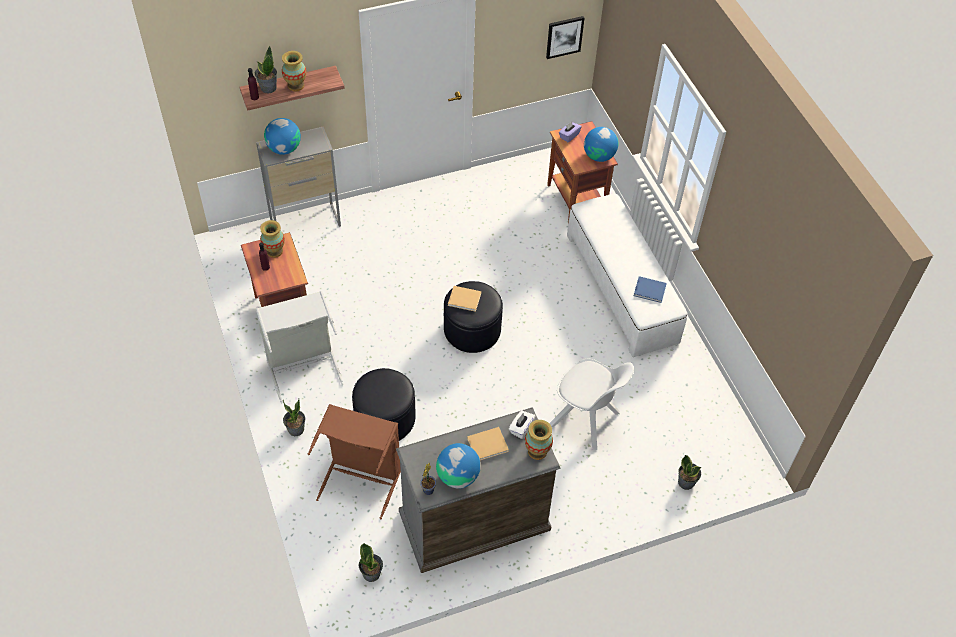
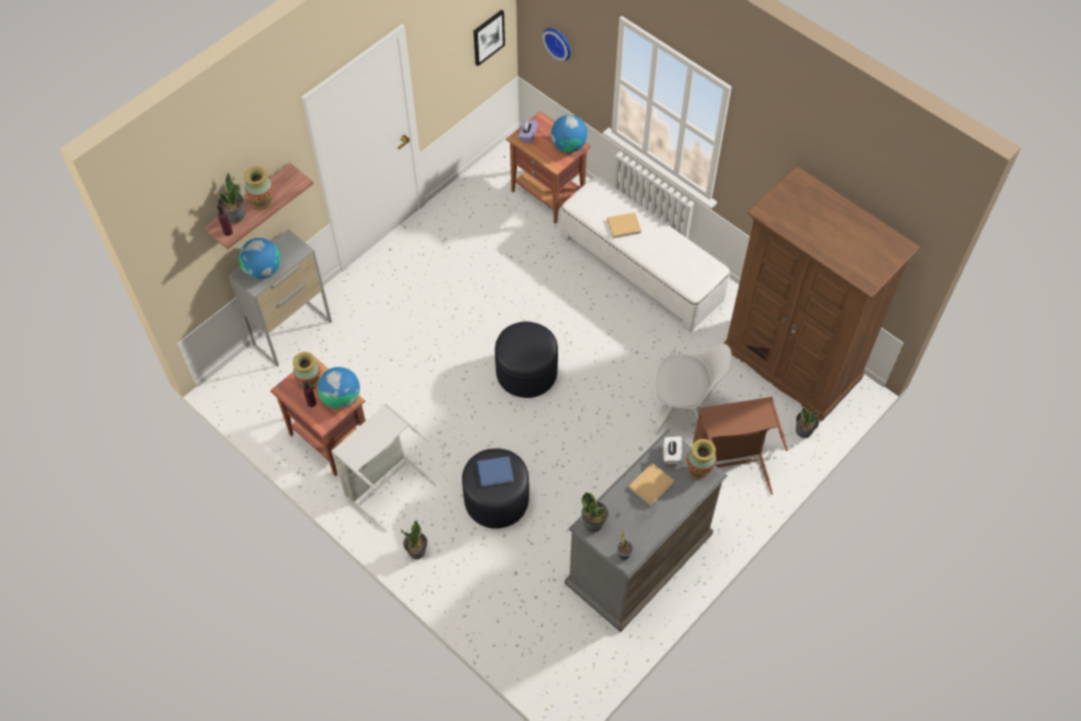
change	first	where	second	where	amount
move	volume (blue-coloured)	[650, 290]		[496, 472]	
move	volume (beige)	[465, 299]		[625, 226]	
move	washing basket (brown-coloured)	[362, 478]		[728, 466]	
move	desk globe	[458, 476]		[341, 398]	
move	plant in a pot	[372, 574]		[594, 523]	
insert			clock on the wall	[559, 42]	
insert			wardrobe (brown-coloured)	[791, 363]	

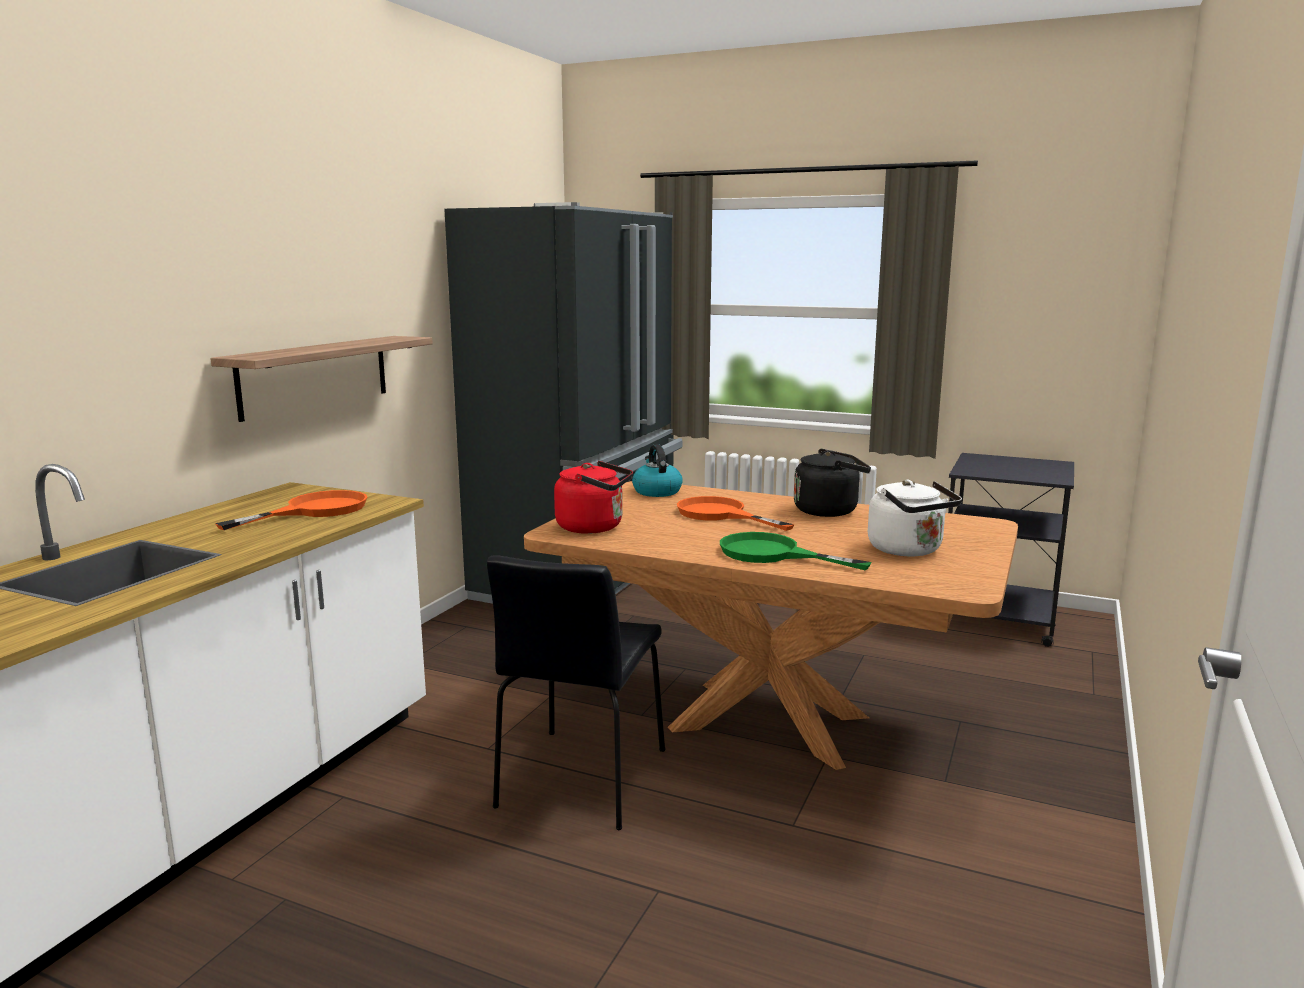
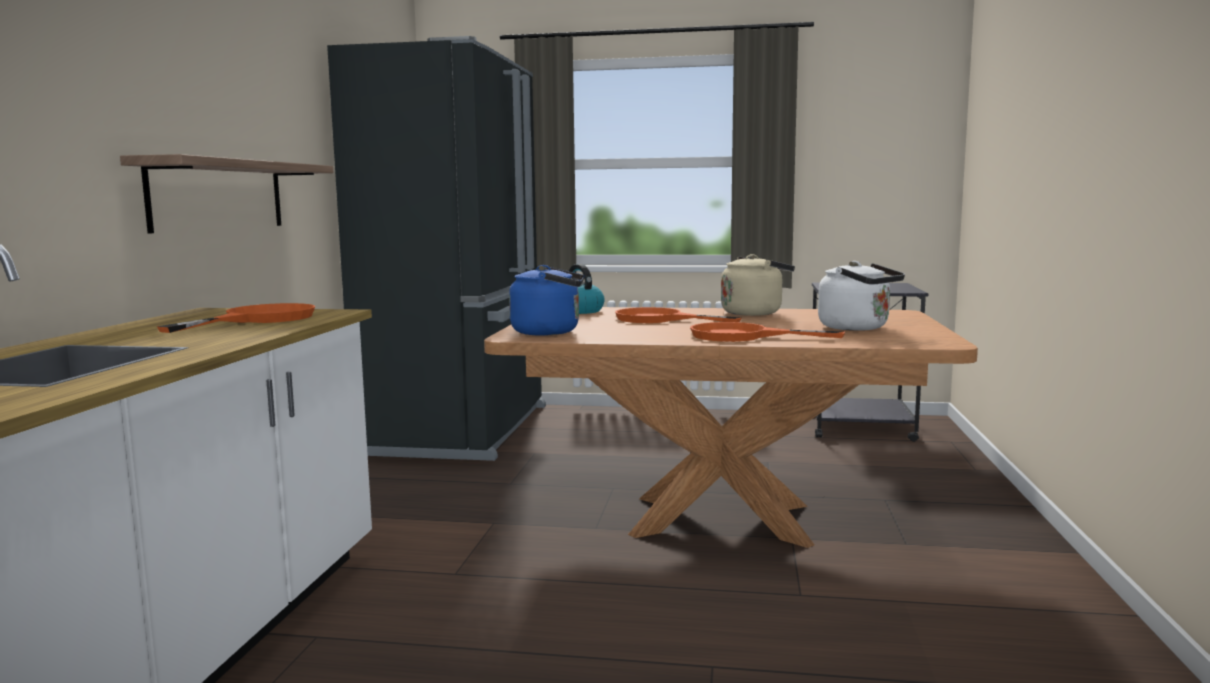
change	first	where	second	where	amount
recolor	kettle (black)	[829, 511]	kettle (beige)	[754, 313]	
recolor	kettle (red-coloured)	[594, 527]	kettle (blue-coloured)	[550, 332]	
recolor	skillet (green)	[772, 554]	skillet (orange-coloured)	[743, 336]	
delete	chair (black)	[580, 781]			

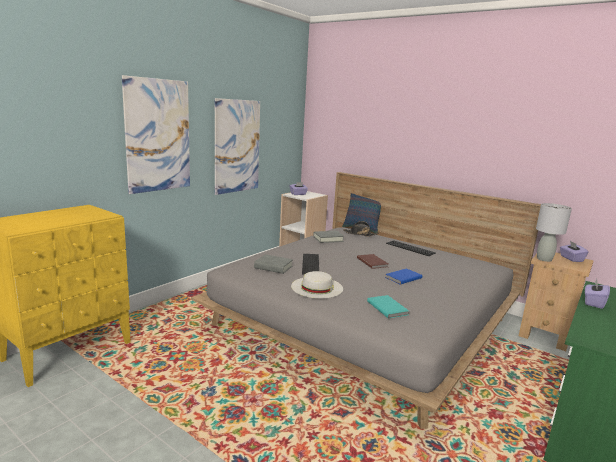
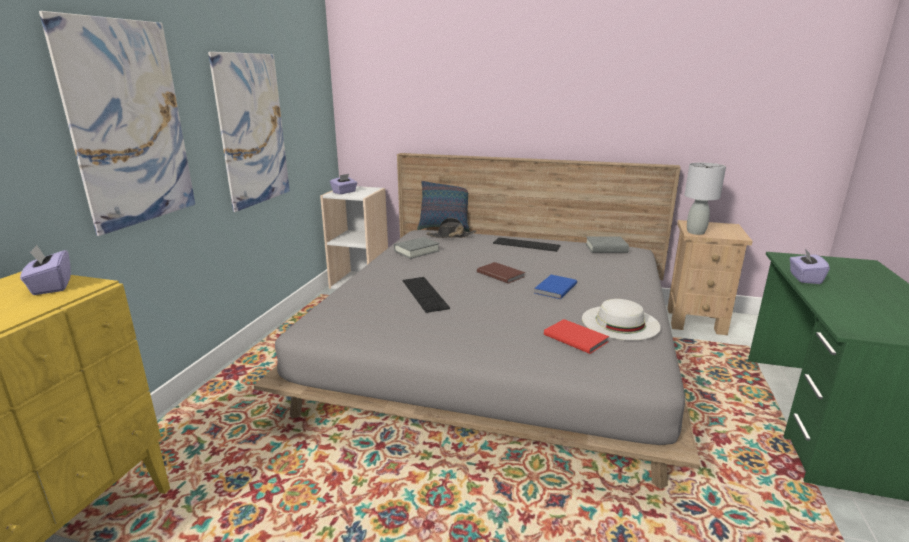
change	first	where	second	where	amount
move	tissue box (purple)	[571, 259]		[51, 286]	
move	volume (greyish)	[273, 267]		[606, 248]	
move	clothing hat (white)	[317, 287]		[620, 322]	
recolor	volume (turquoise-coloured)	[388, 308]	volume (red-coloured)	[575, 337]	

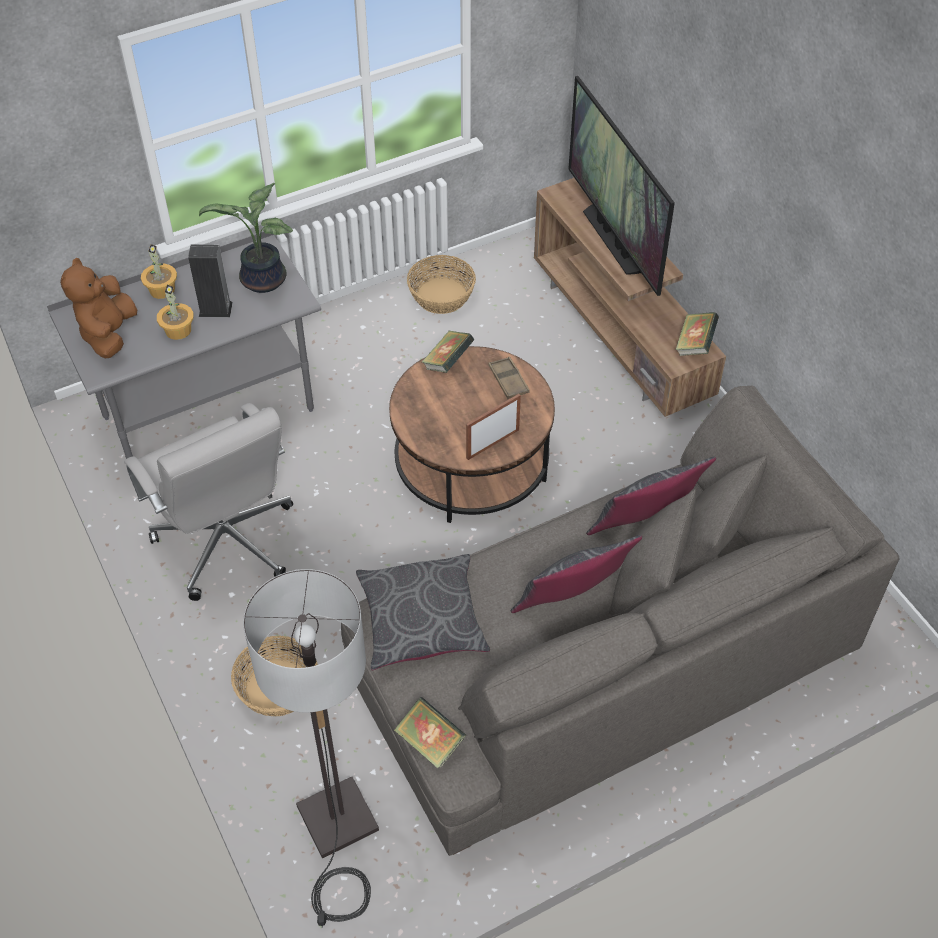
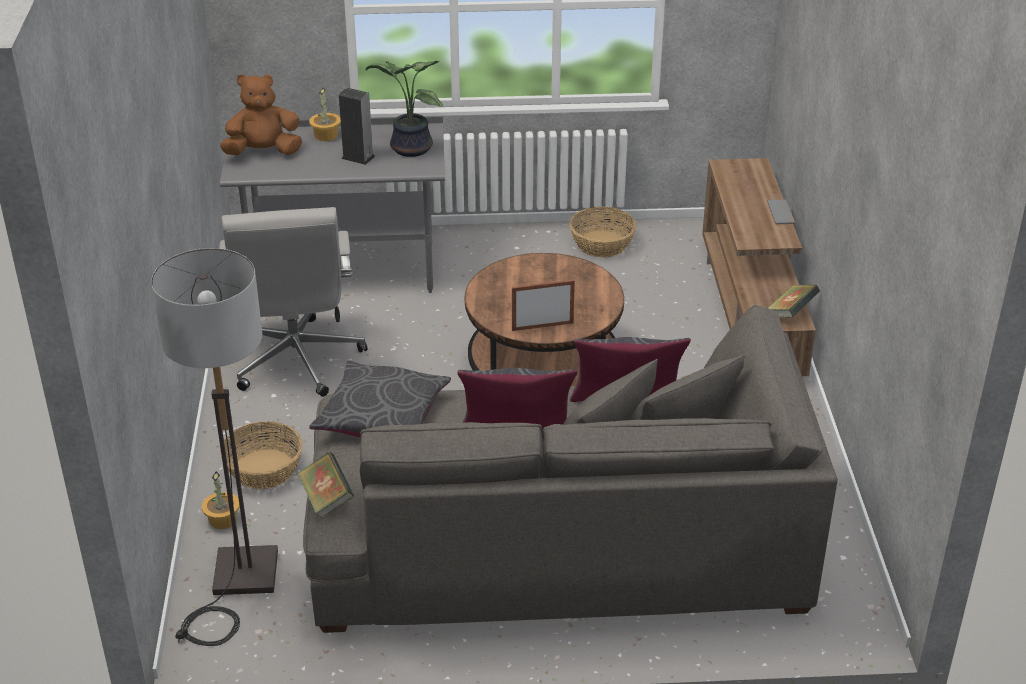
change	first	where	second	where	amount
delete	TV	[614, 239]			
rotate	plush toy (brown-coloured)	[108, 334]		[263, 152]	45 degrees clockwise
move	plant in a pot	[178, 330]		[223, 519]	
delete	volume	[448, 362]			
delete	serving tray (brown-coloured)	[508, 381]			

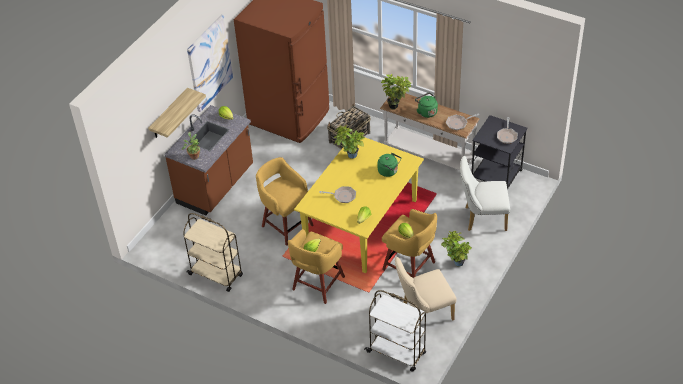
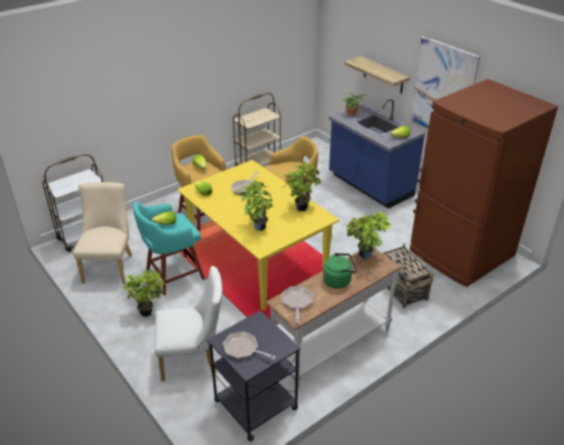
change	first	where	second	where	amount
recolor	kitchen base unit (brown-coloured)	[216, 186]	kitchen base unit (blue-coloured)	[369, 186]	
replace	kettle (green)	[389, 171]	plant in a pot	[257, 226]	
rotate	chair (white)	[482, 218]		[194, 359]	60 degrees clockwise
recolor	stool (yellow-coloured)	[410, 267]	stool (turquoise-coloured)	[173, 275]	

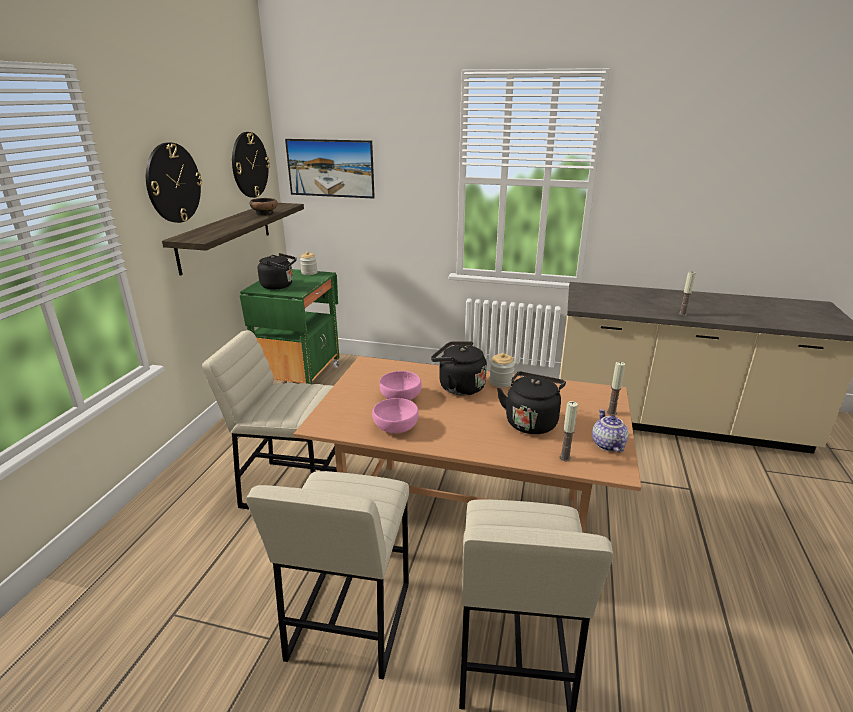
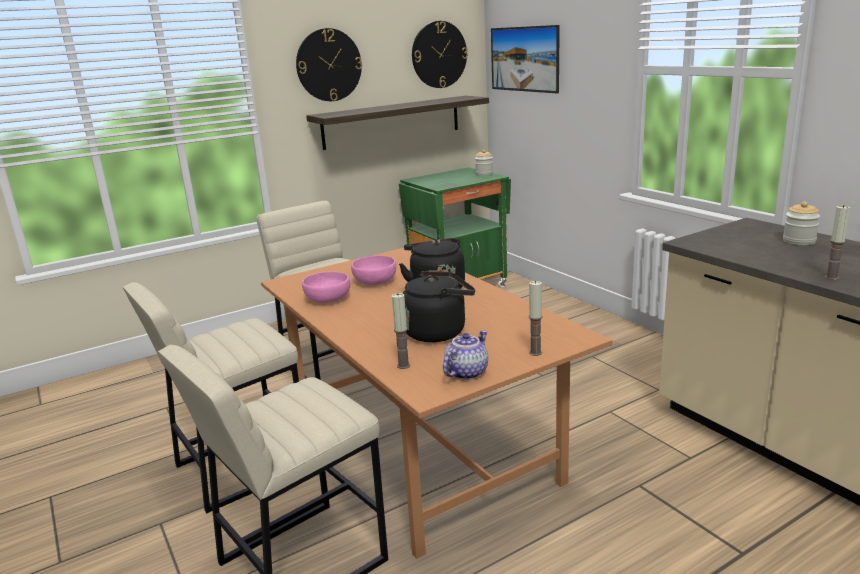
change	first	where	second	where	amount
delete	bowl	[265, 214]			
delete	kettle (black)	[279, 286]			
move	storage jar	[501, 382]		[799, 241]	

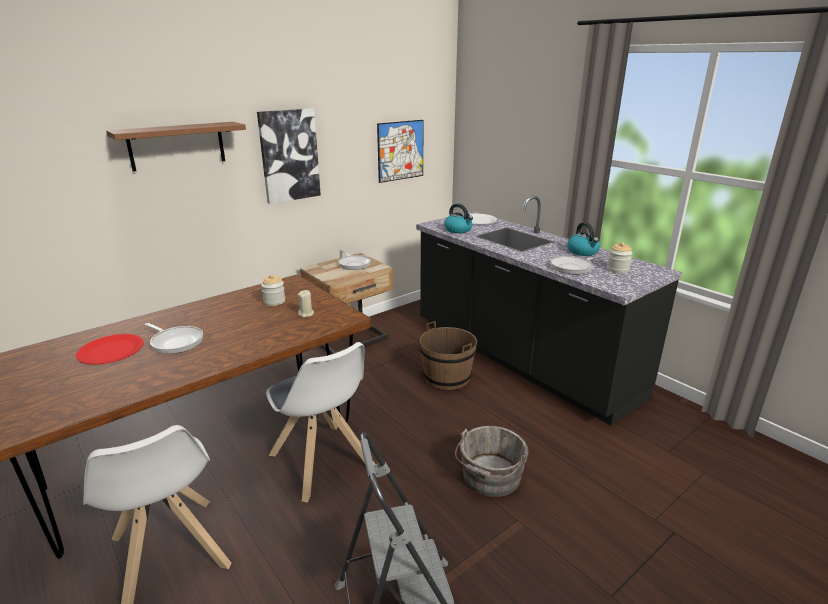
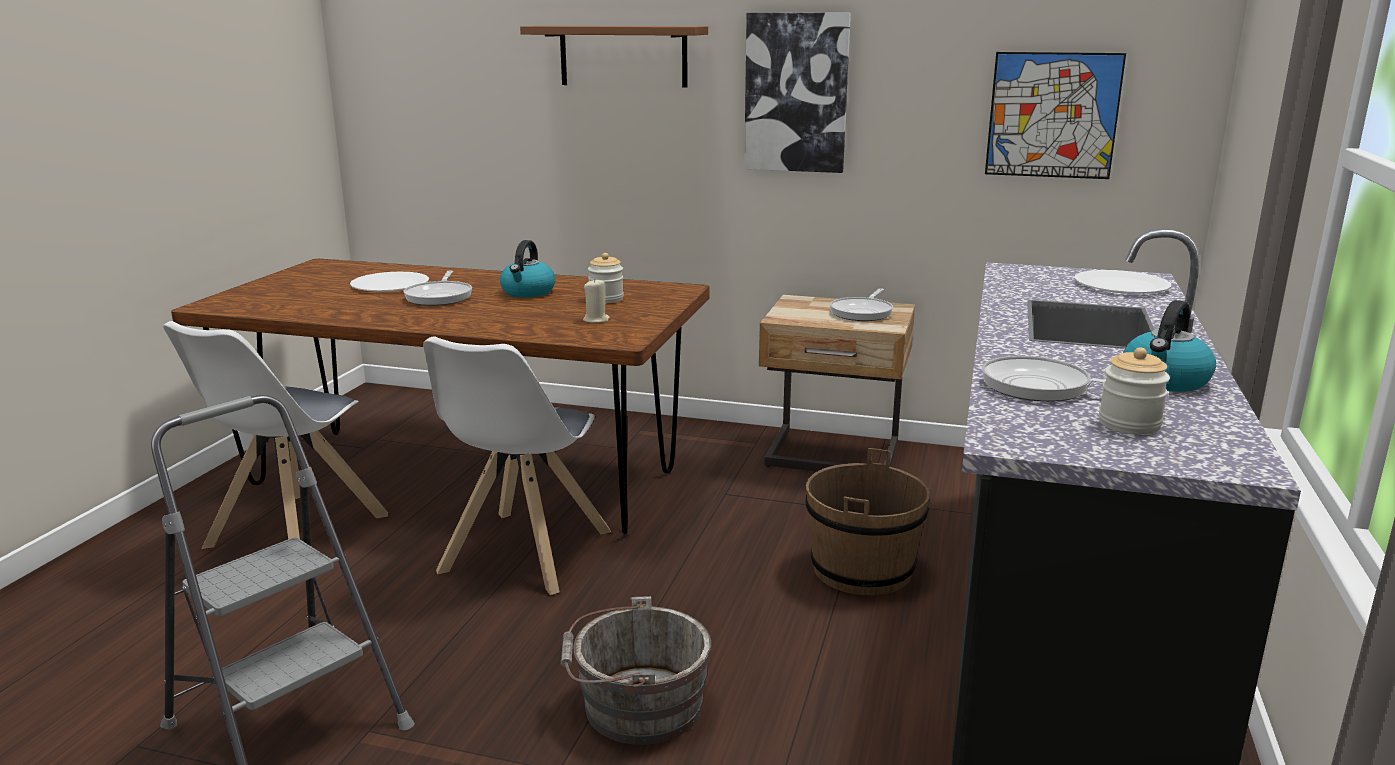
change	first	where	second	where	amount
move	kettle	[458, 230]		[528, 292]	
recolor	dinner plate (red-coloured)	[111, 351]	dinner plate (white)	[390, 284]	

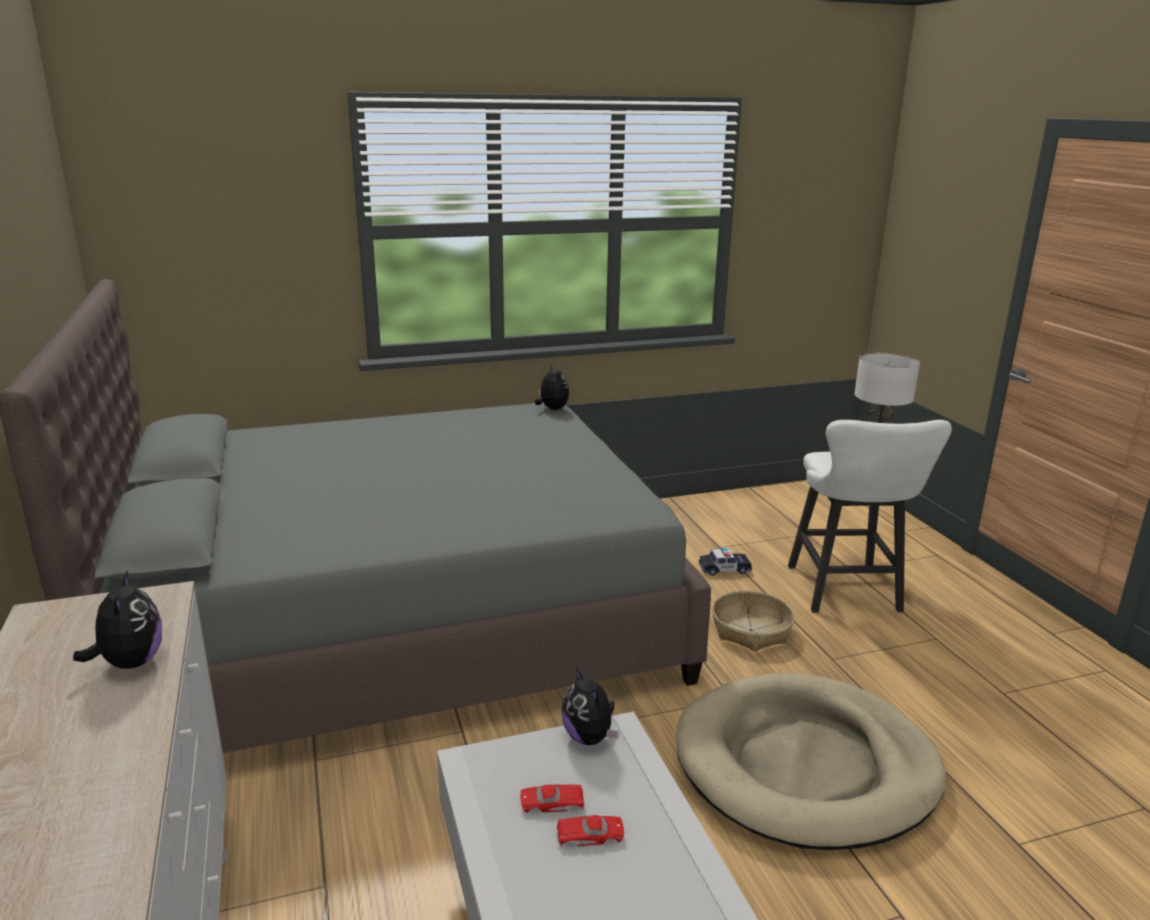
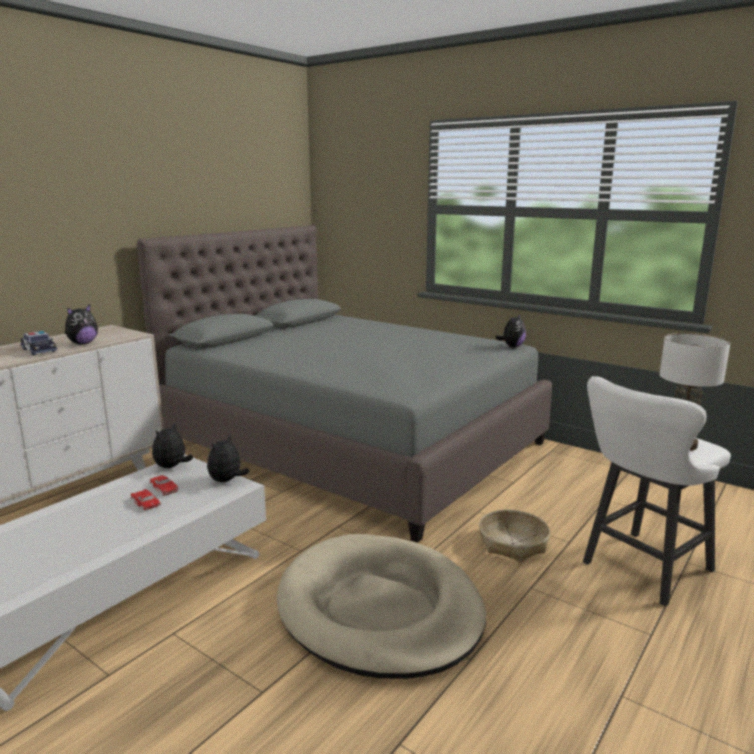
change	first	where	second	where	amount
move	toy car	[724, 569]		[39, 350]	
insert			plush toy	[172, 467]	

